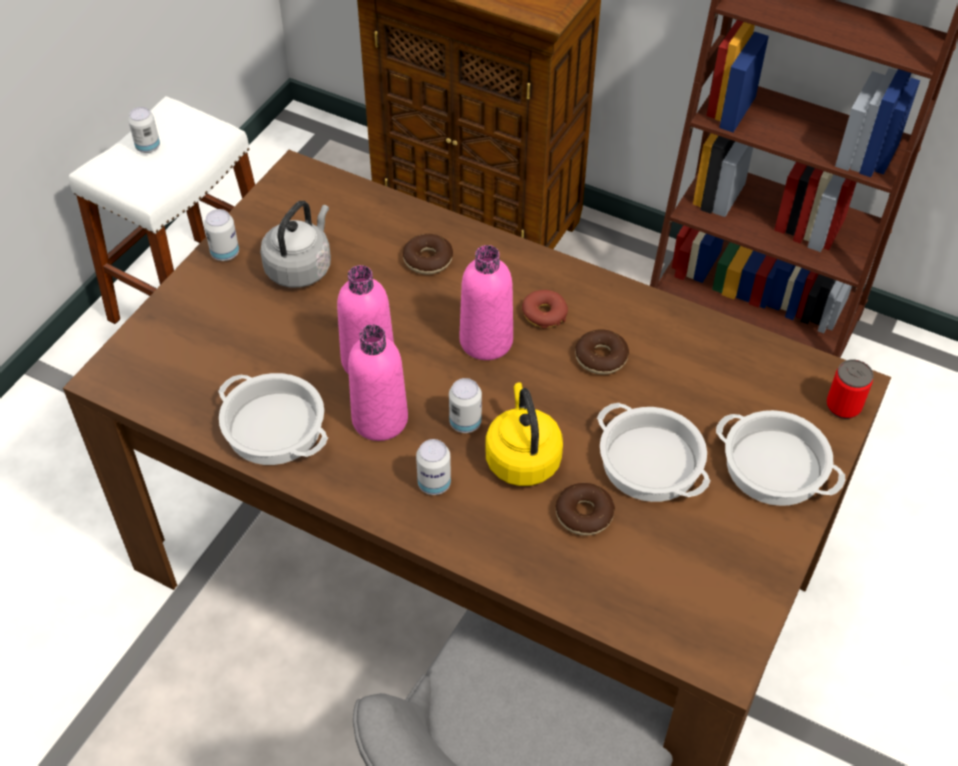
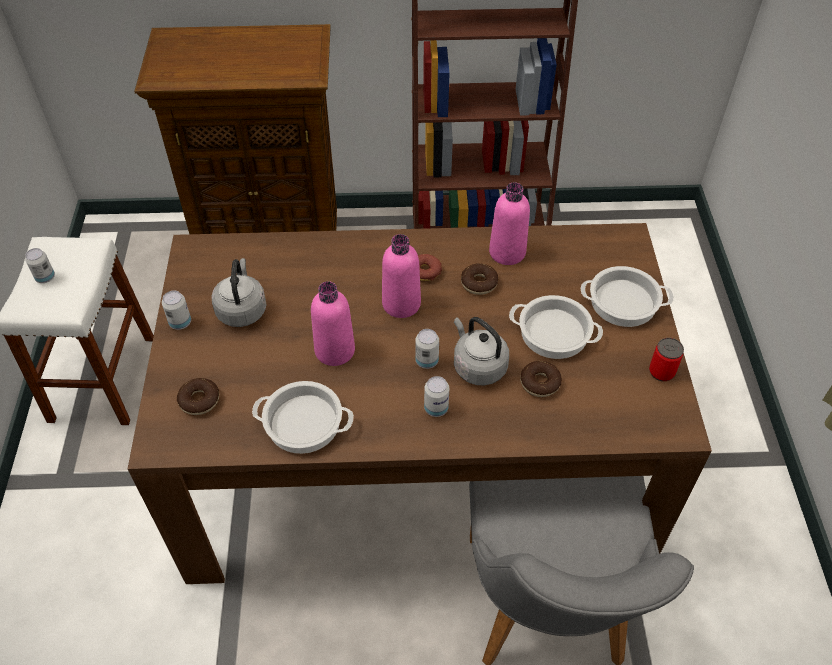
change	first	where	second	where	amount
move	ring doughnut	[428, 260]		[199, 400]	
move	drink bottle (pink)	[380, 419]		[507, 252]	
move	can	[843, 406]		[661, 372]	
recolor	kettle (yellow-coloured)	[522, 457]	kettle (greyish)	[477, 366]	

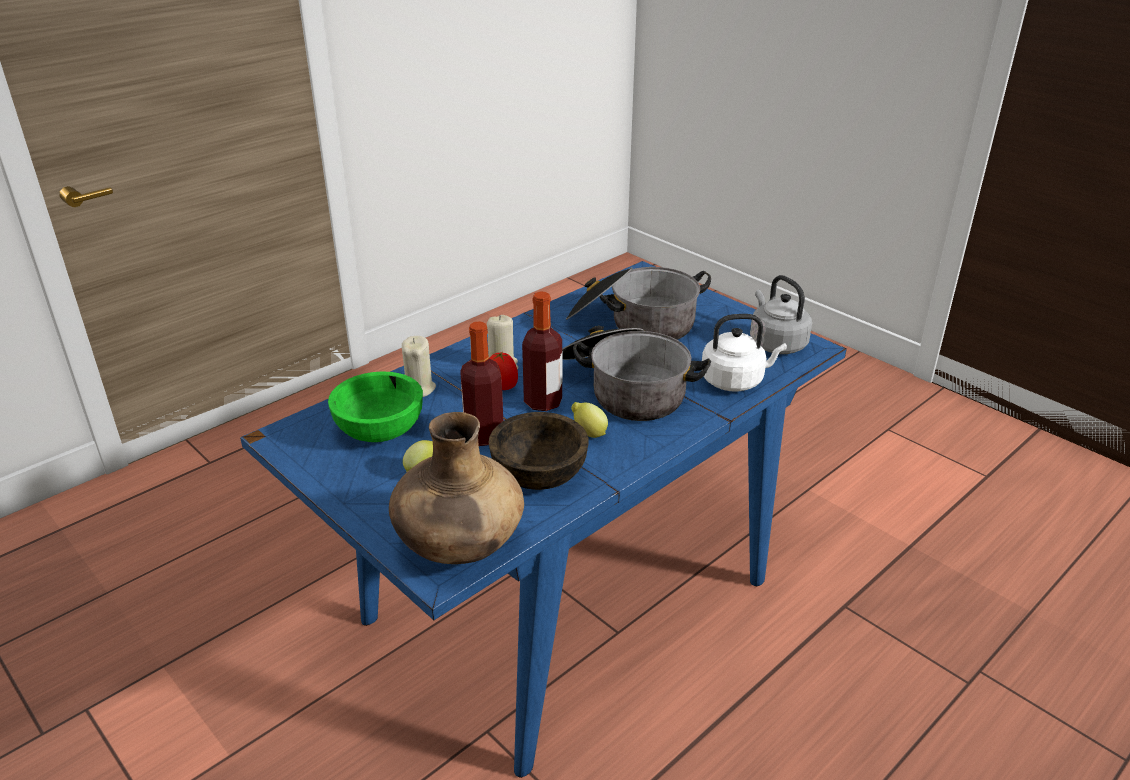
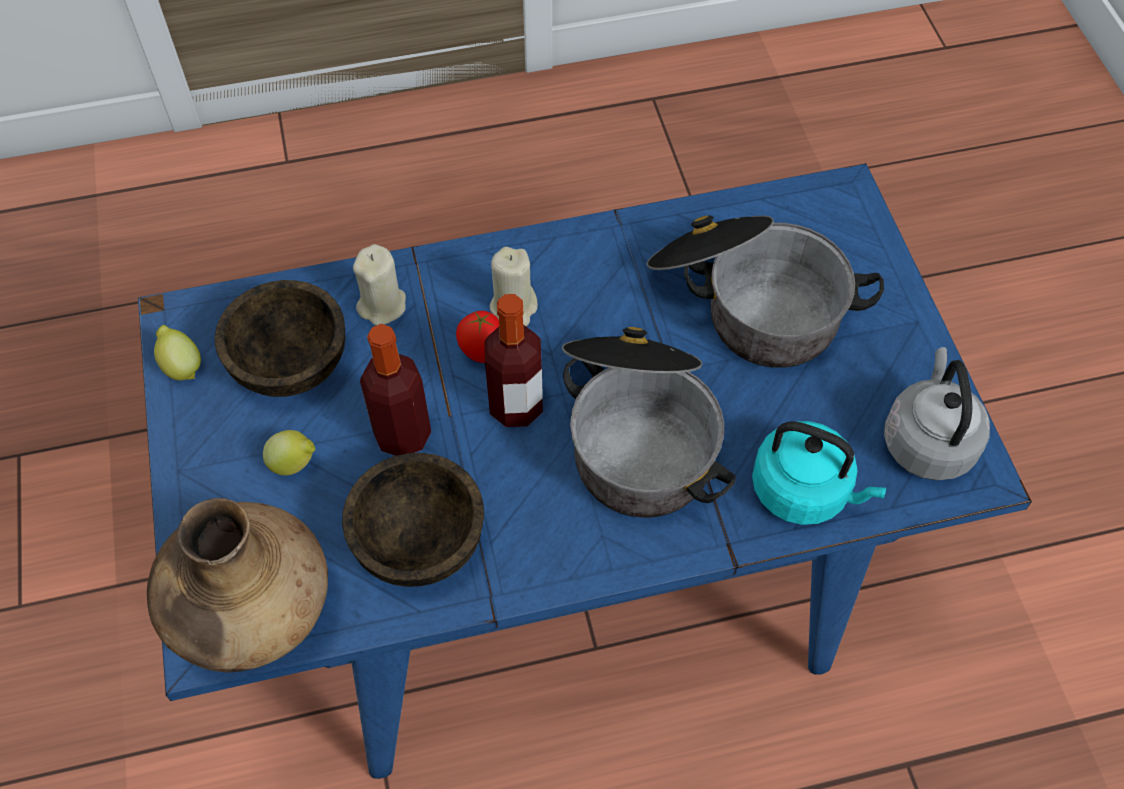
change	first	where	second	where	amount
recolor	kettle (white)	[735, 381]	kettle (turquoise-coloured)	[805, 491]	
recolor	bowl (green)	[380, 431]	bowl (brown-coloured)	[290, 364]	
move	lemon	[588, 433]		[182, 366]	

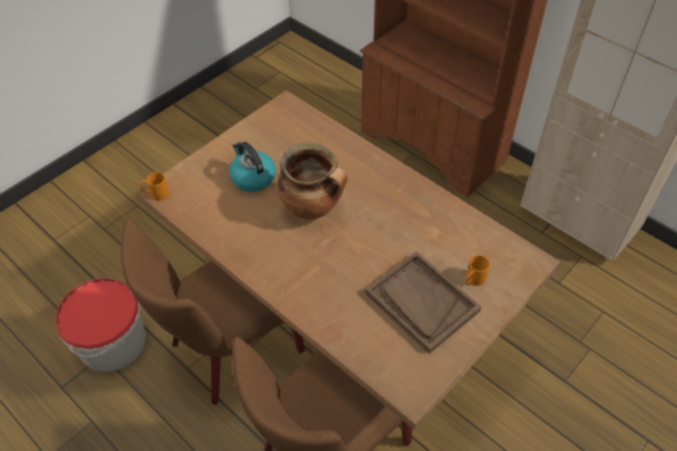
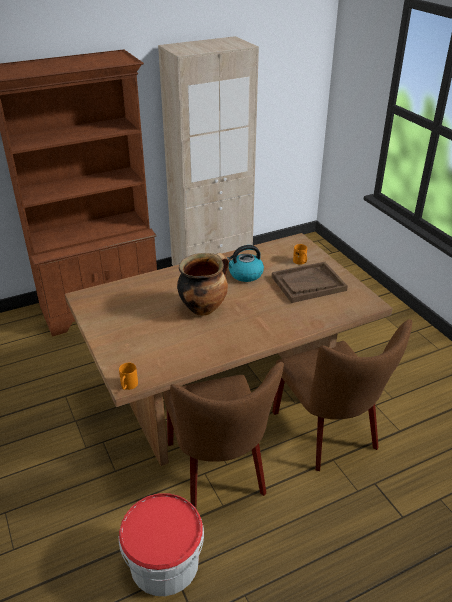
change	first	where	second	where	amount
move	kettle	[252, 178]		[245, 274]	

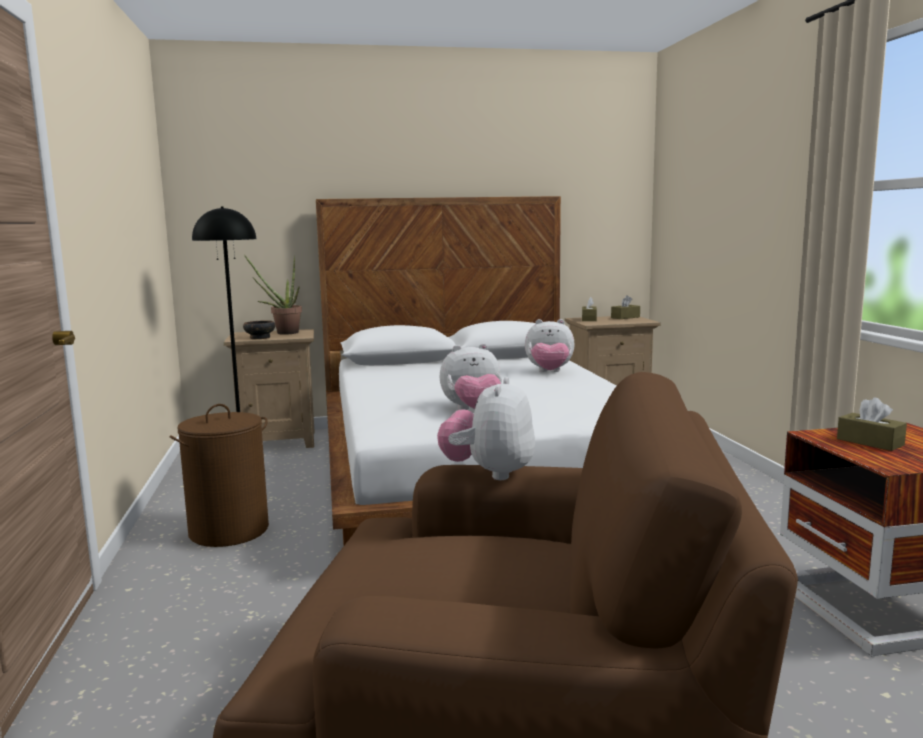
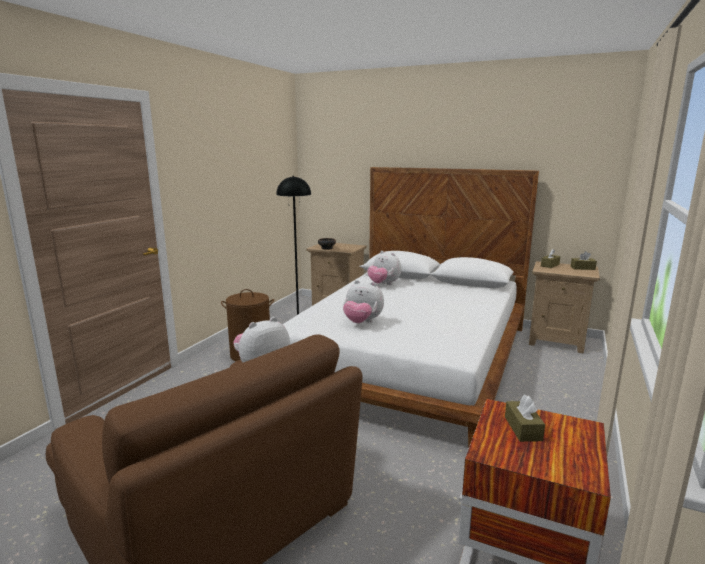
change	first	where	second	where	amount
delete	plant in a pot	[282, 333]			
move	plush toy	[549, 372]		[384, 284]	

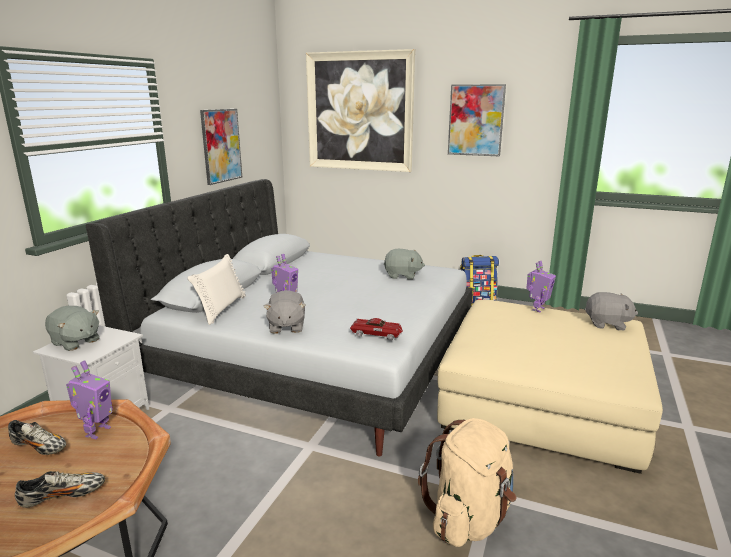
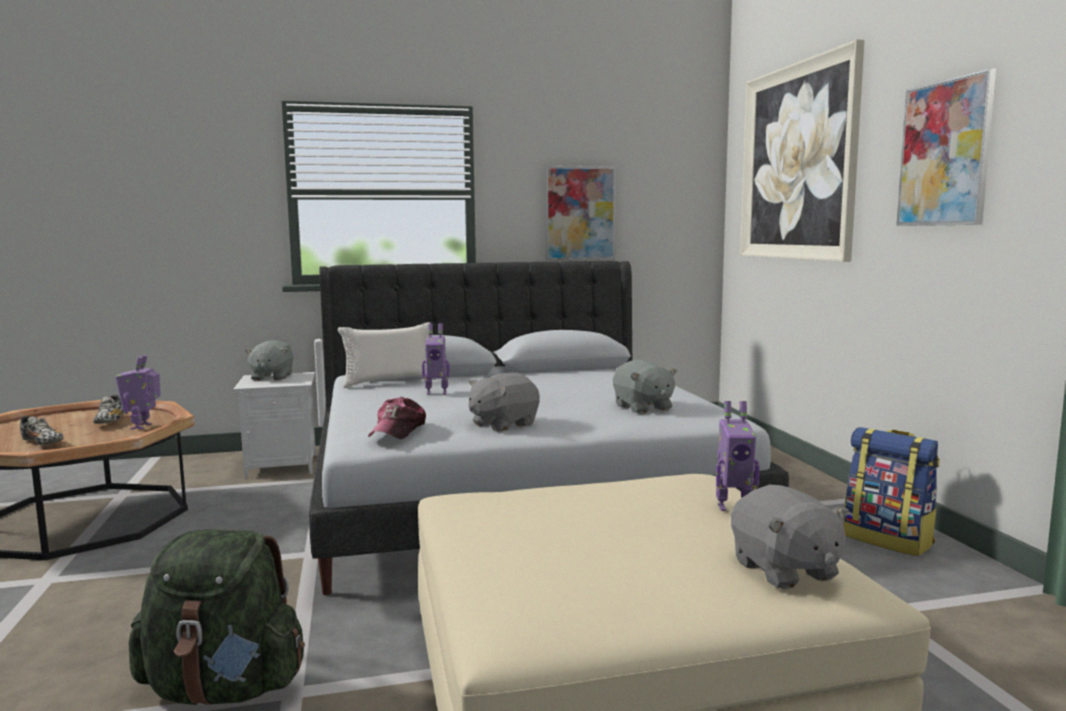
change	first	where	second	where	amount
move	plush toy (greyish)	[286, 327]		[502, 424]	
replace	toy car	[377, 334]	baseball cap	[398, 430]	
rotate	robot figure	[97, 431]		[142, 426]	105 degrees clockwise
recolor	rucksack (beige)	[469, 518]	rucksack (green)	[224, 689]	

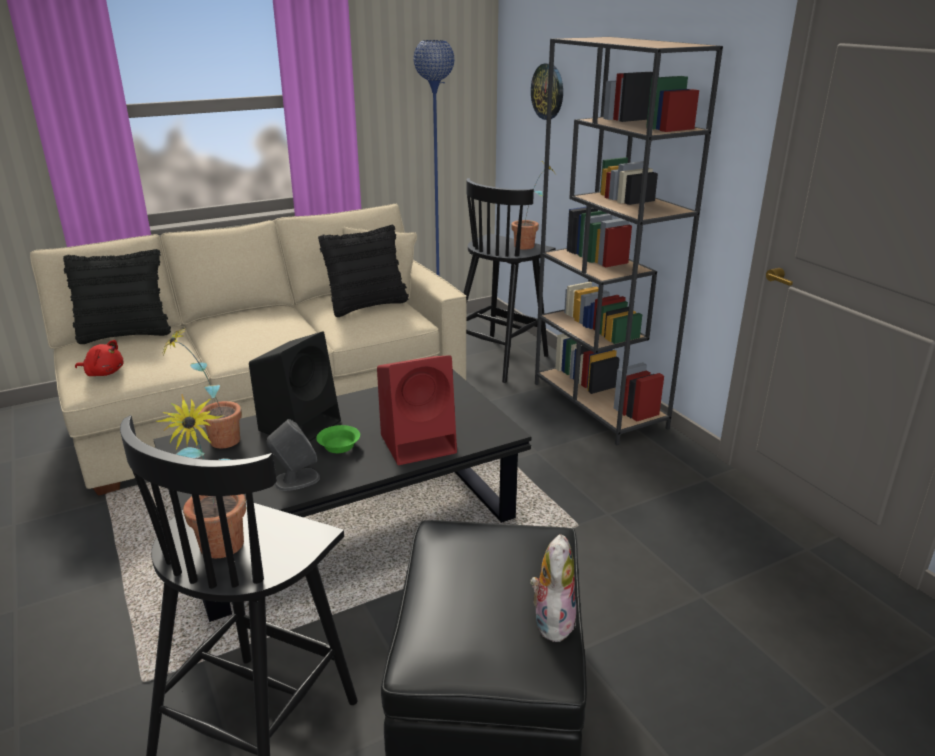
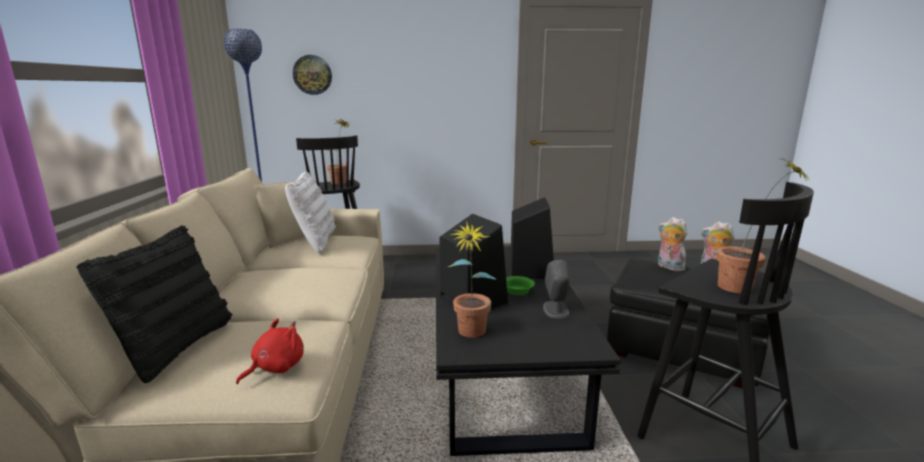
change	first	where	second	where	amount
delete	shelving unit	[599, 405]			
recolor	throw pillow (black)	[367, 306]	throw pillow (white)	[315, 242]	
recolor	audio speaker (red-coloured)	[420, 443]	audio speaker (black)	[530, 269]	
insert			plush toy	[668, 267]	

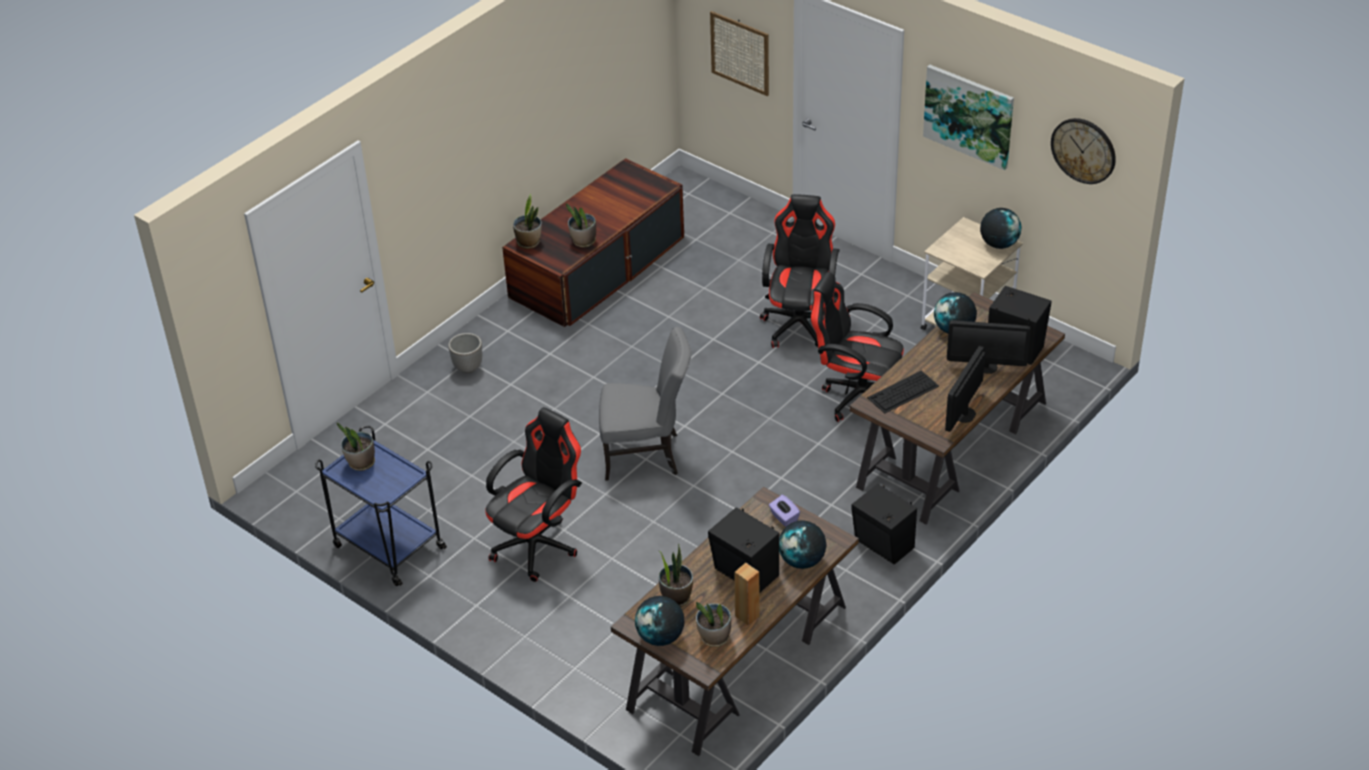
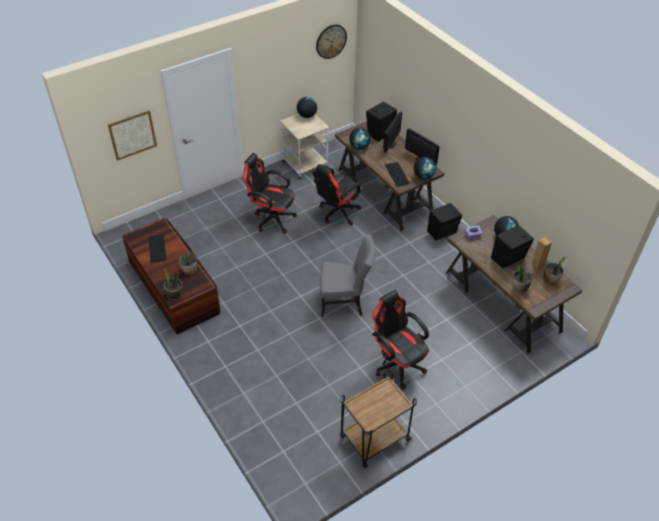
change	first	where	second	where	amount
delete	wall art	[969, 115]			
rotate	chair (greyish)	[647, 455]		[345, 302]	75 degrees clockwise
delete	flower pot	[468, 367]			
delete	plant in a pot	[361, 463]			
recolor	wheeled cart (blue-coloured)	[388, 546]	wheeled cart (brown-coloured)	[374, 439]	
move	desk globe	[660, 637]		[423, 176]	
insert			computer keyboard	[157, 247]	

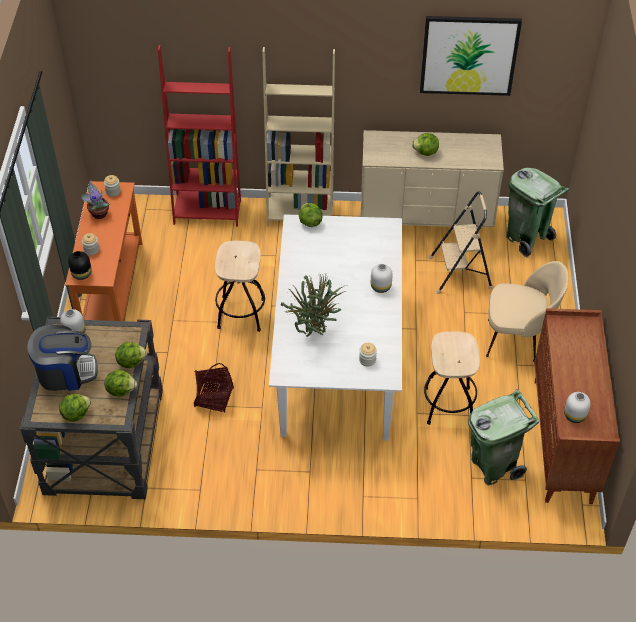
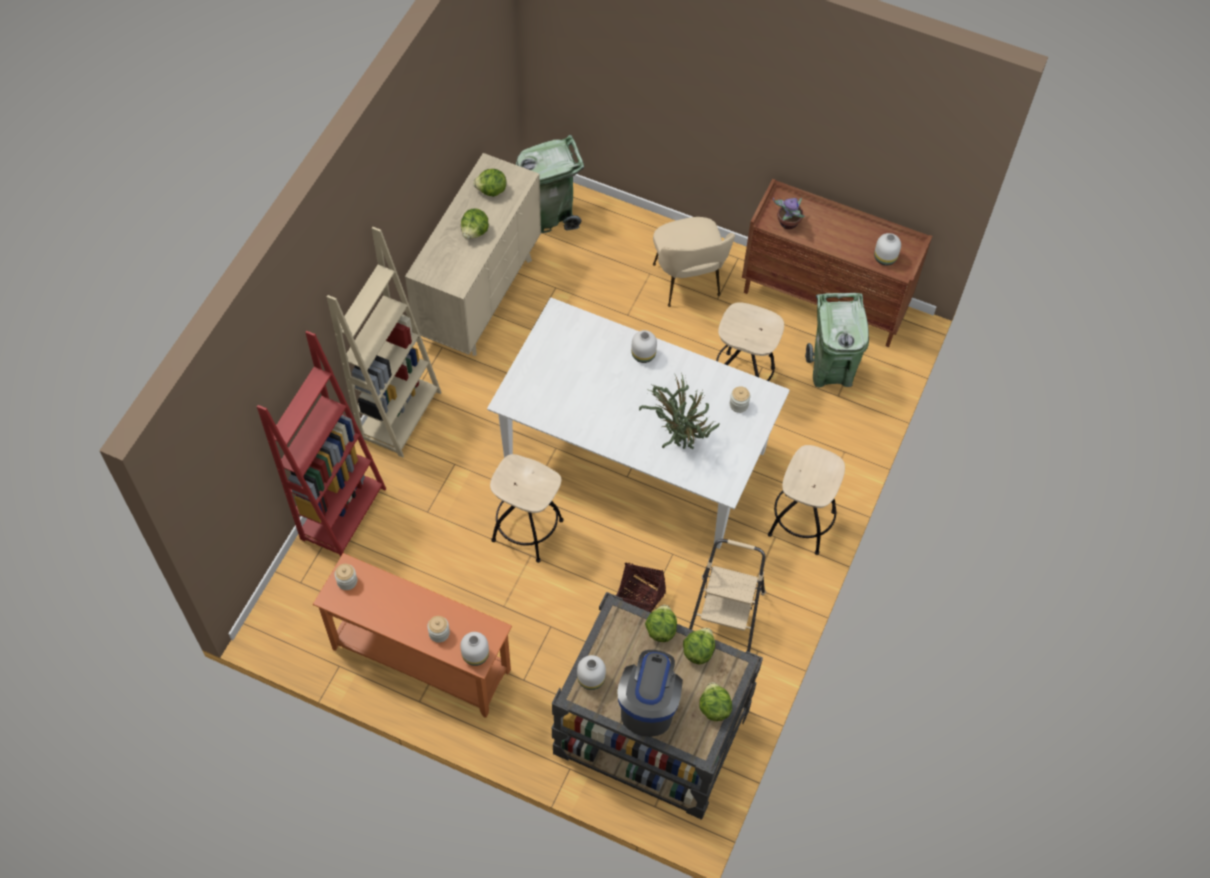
change	first	where	second	where	amount
delete	wall art	[469, 55]			
move	plant in a pot	[98, 213]		[787, 223]	
move	step stool (beige)	[462, 272]		[726, 613]	
move	head of lettuce	[310, 222]		[491, 191]	
recolor	vase (black)	[81, 273]	vase (white)	[474, 655]	
rotate	chair (beige)	[517, 341]		[688, 285]	135 degrees clockwise
insert			stool (beige)	[801, 523]	

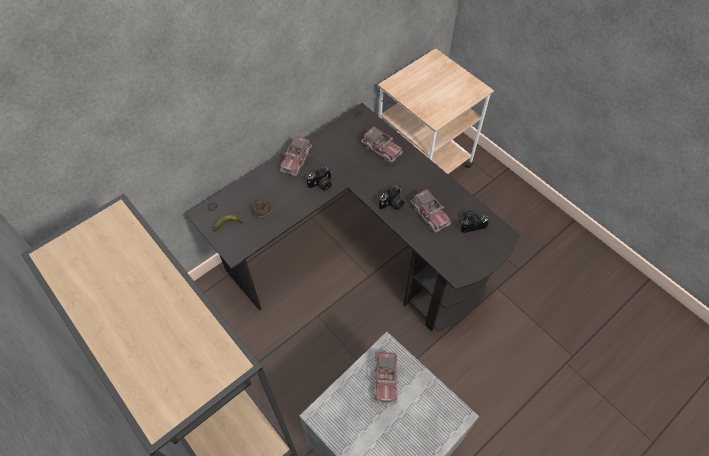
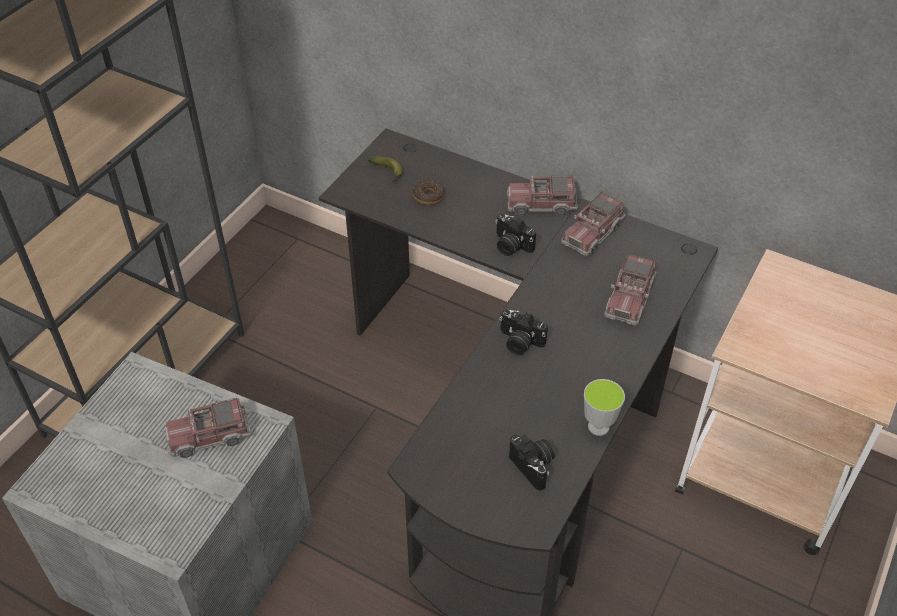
change	first	where	second	where	amount
move	model truck	[430, 215]		[592, 234]	
insert			drinking cup	[598, 427]	

